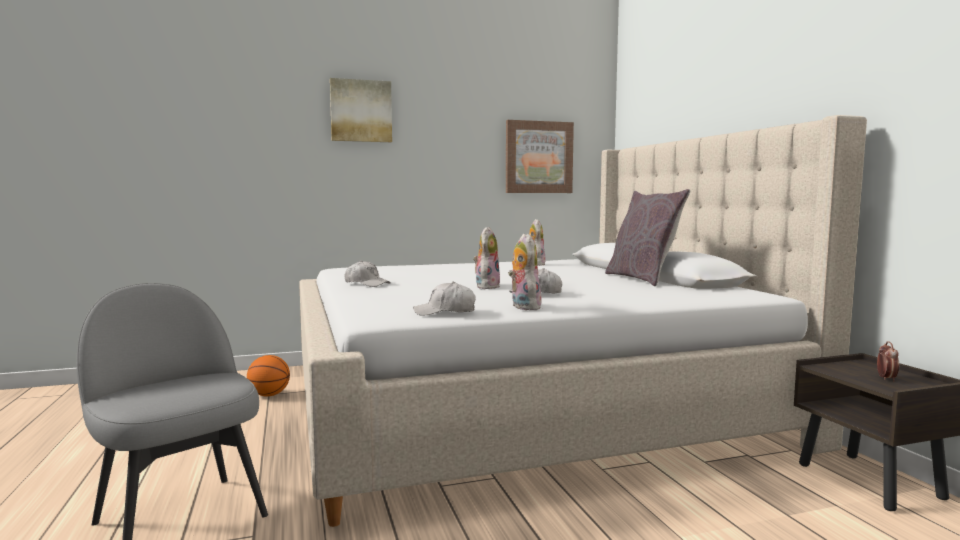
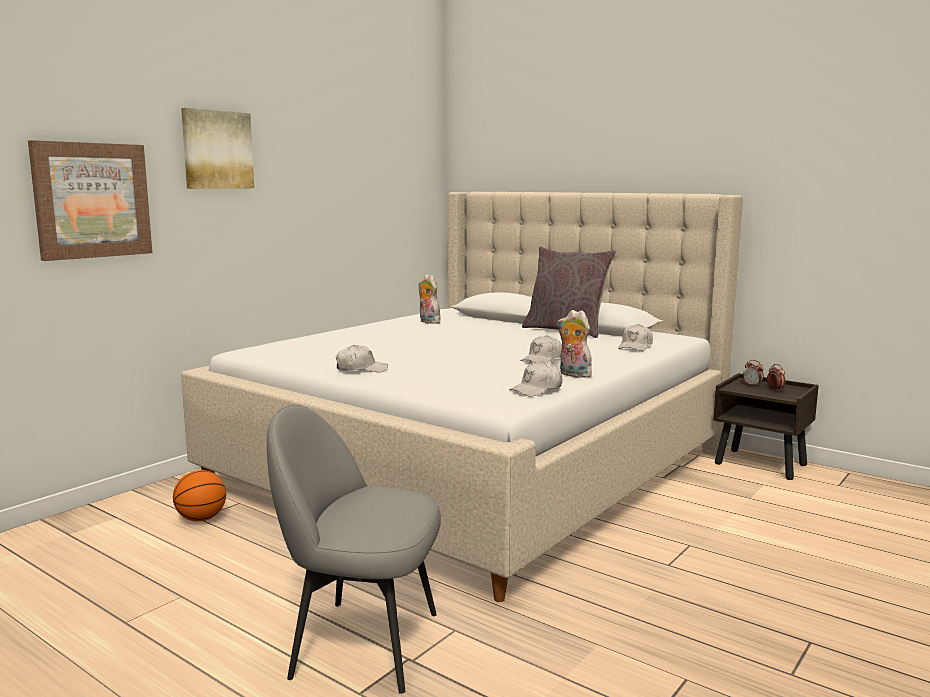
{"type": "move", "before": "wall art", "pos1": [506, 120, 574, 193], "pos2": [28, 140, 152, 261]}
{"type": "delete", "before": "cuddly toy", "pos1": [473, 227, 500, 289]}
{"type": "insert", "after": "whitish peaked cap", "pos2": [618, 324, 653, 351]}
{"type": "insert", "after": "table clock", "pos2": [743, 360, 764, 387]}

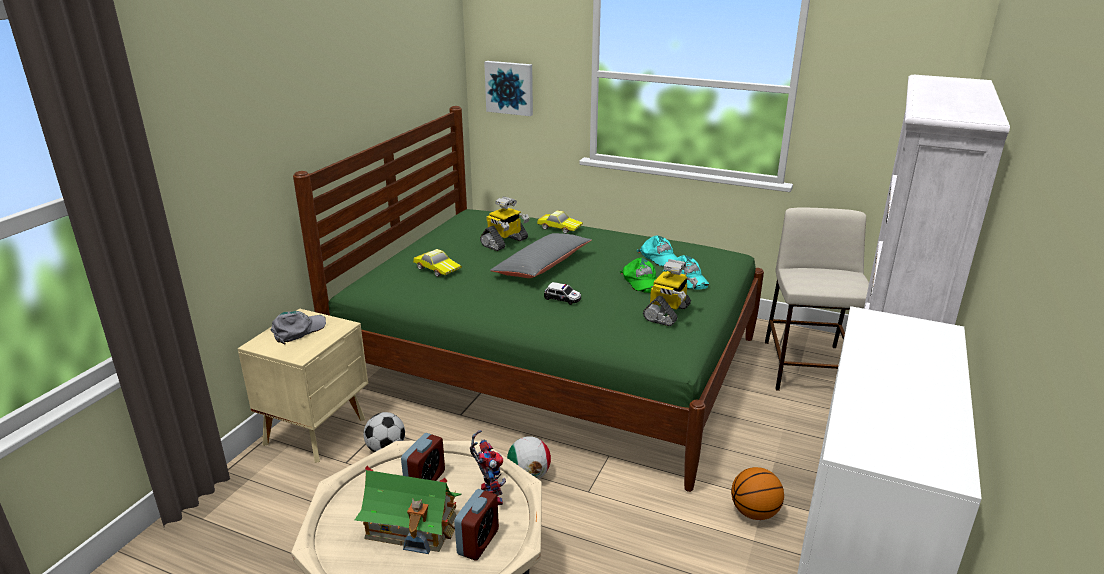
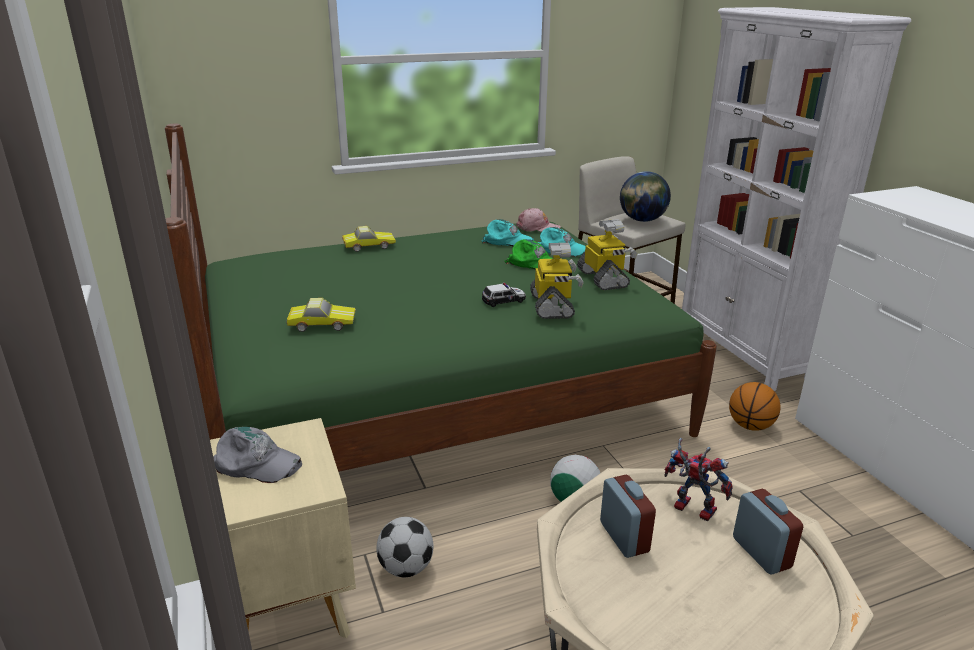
{"type": "delete", "before": "wall art", "pos1": [484, 61, 533, 116]}
{"type": "move", "before": "toy robot", "pos1": [480, 197, 529, 251], "pos2": [530, 243, 584, 319]}
{"type": "delete", "before": "greyish pillow", "pos1": [490, 233, 592, 278]}
{"type": "rotate", "before": "greyish peaked cap", "pos1": [271, 311, 326, 344], "pos2": [213, 427, 302, 483], "turn": 105}
{"type": "delete", "before": "toy house", "pos1": [354, 465, 462, 554]}
{"type": "insert", "after": "desk globe", "pos2": [620, 171, 671, 222]}
{"type": "insert", "after": "pinkish peaked cap", "pos2": [516, 208, 561, 232]}

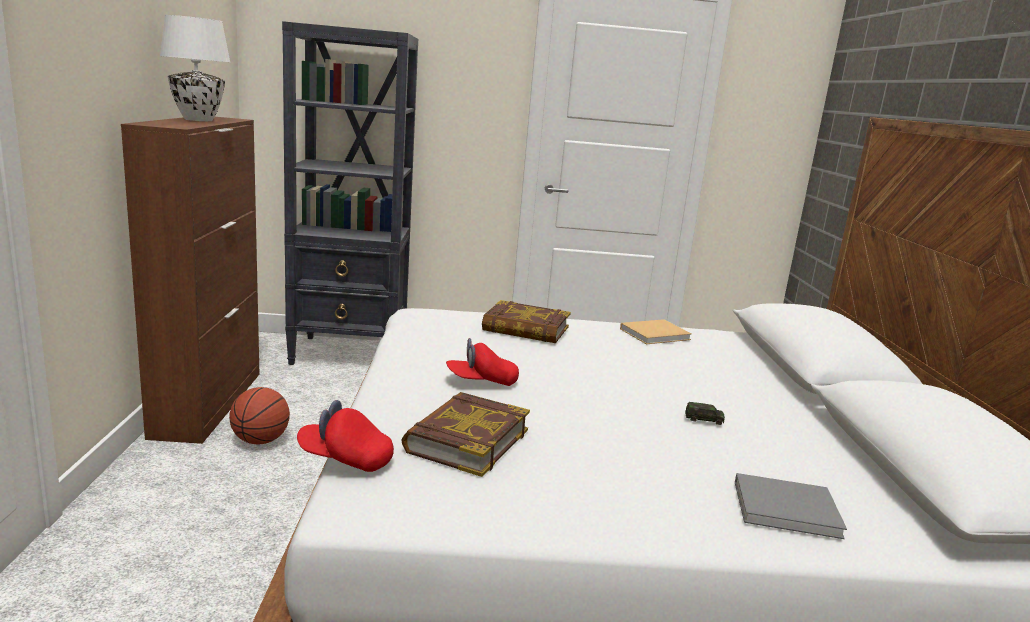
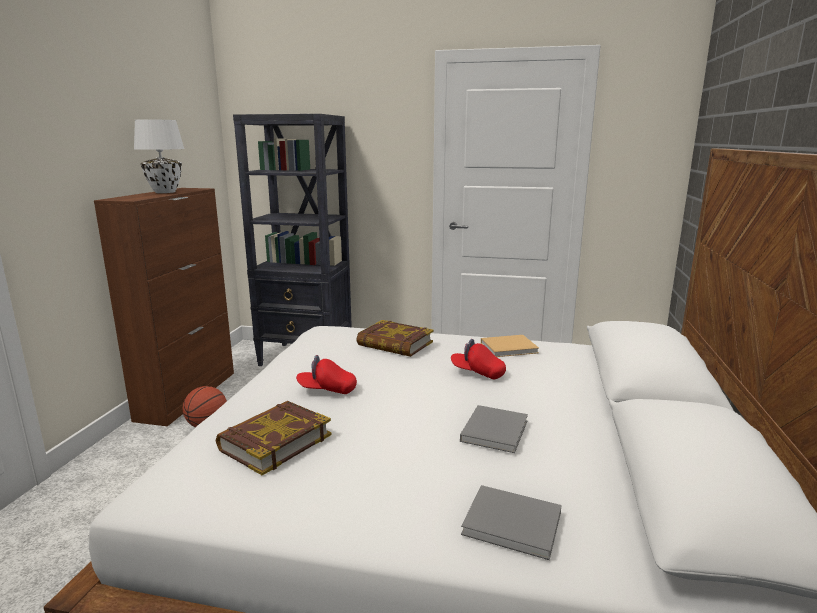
{"type": "move", "before": "red-coloured peaked cap", "pos1": [297, 400, 394, 472], "pos2": [451, 339, 506, 379]}
{"type": "replace", "before": "toy car", "after": "greyish book", "pos1": [685, 402, 725, 425], "pos2": [460, 405, 528, 453]}

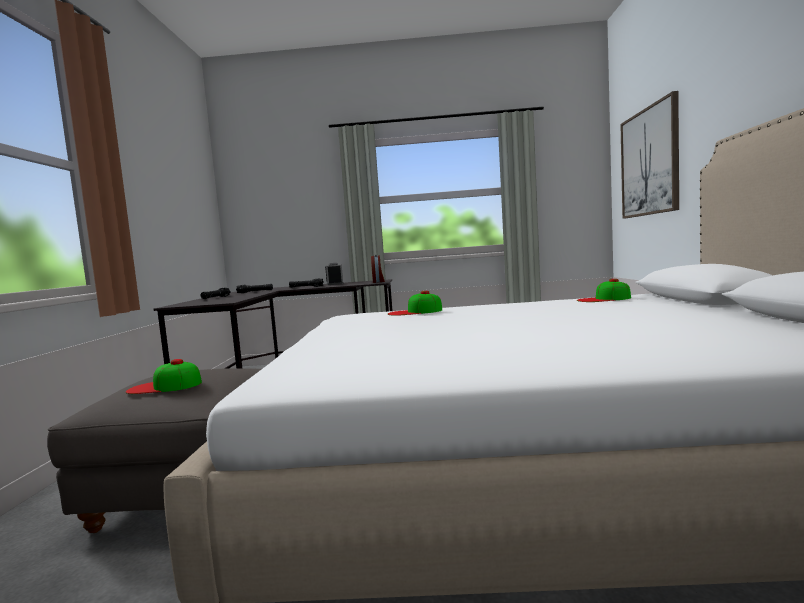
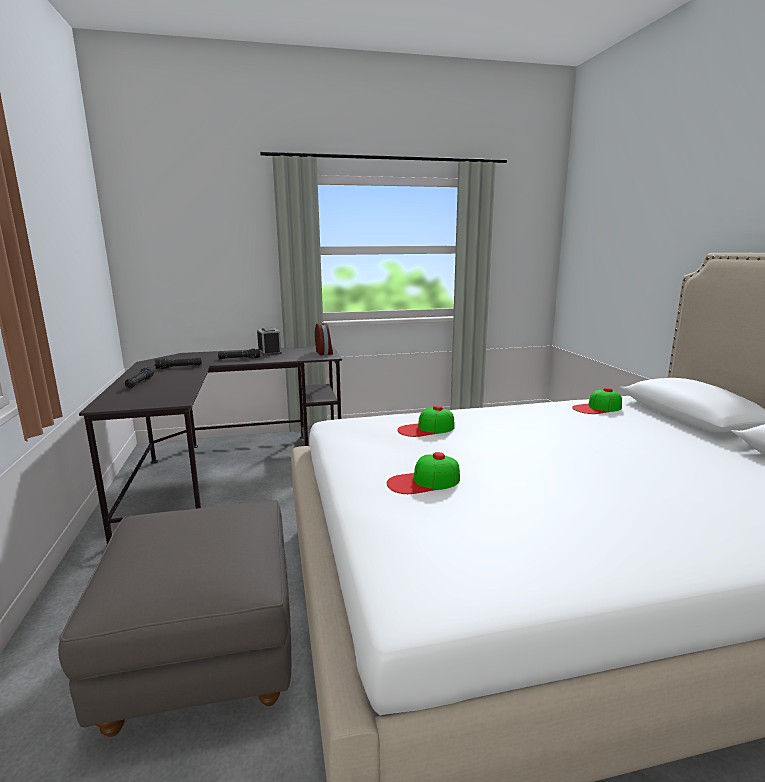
{"type": "delete", "before": "wall art", "pos1": [620, 91, 679, 219]}
{"type": "move", "before": "peaked cap", "pos1": [126, 359, 202, 394], "pos2": [387, 452, 460, 494]}

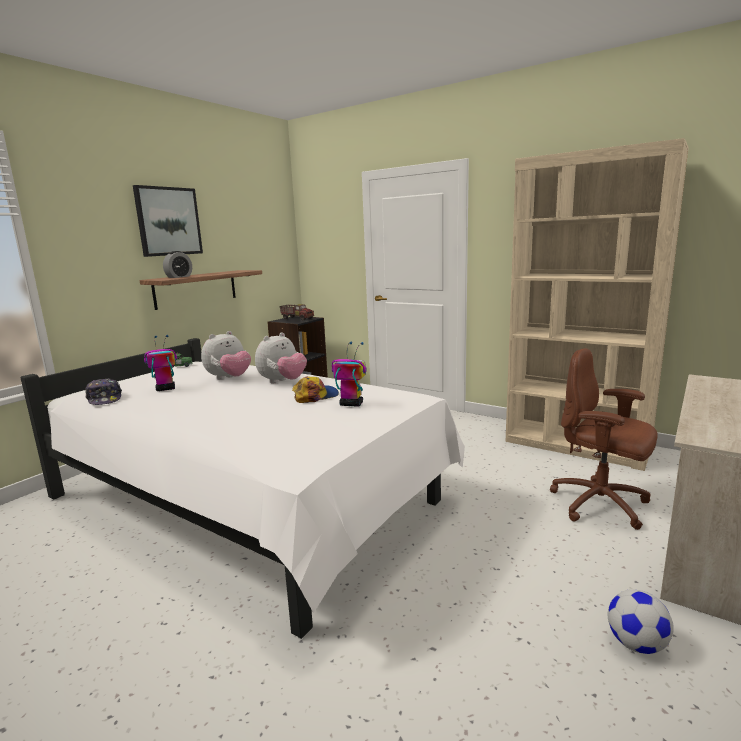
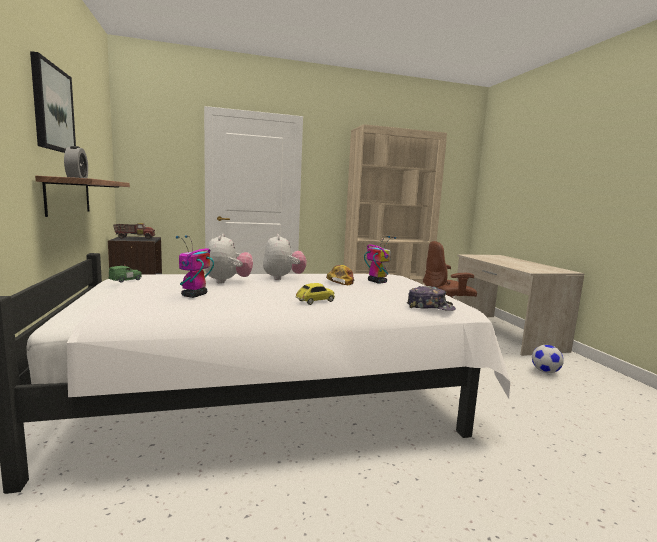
{"type": "rotate", "before": "toy robot", "pos1": [332, 342, 367, 407], "pos2": [364, 236, 396, 284], "turn": 90}
{"type": "move", "before": "peaked cap", "pos1": [85, 378, 122, 405], "pos2": [407, 286, 456, 311]}
{"type": "insert", "after": "toy car", "pos2": [295, 283, 335, 305]}

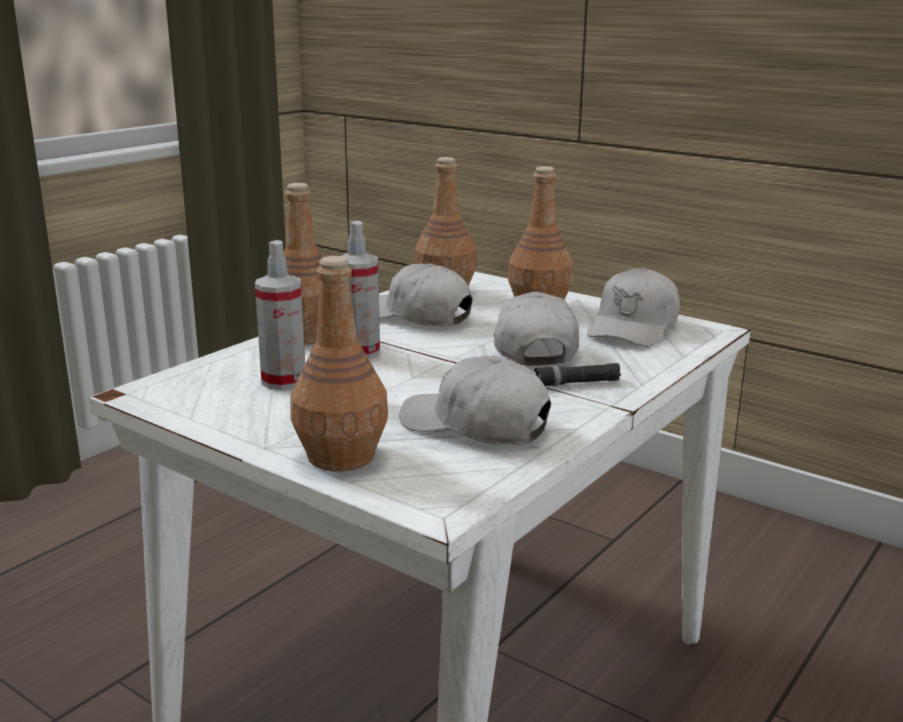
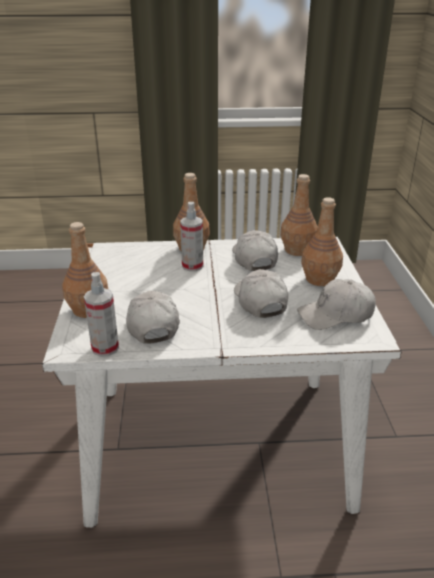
{"type": "move", "before": "spray bottle", "pos1": [255, 240, 305, 390], "pos2": [84, 272, 119, 357]}
{"type": "rotate", "before": "whitish peaked cap", "pos1": [494, 292, 579, 366], "pos2": [234, 269, 288, 318], "turn": -60}
{"type": "delete", "before": "blackish hand torch", "pos1": [534, 363, 621, 386]}

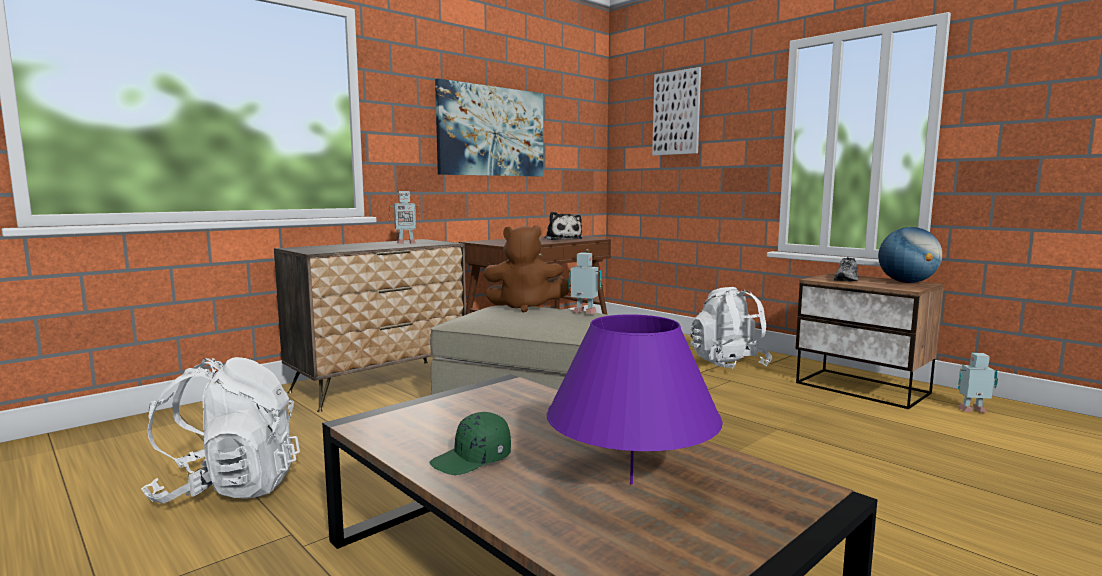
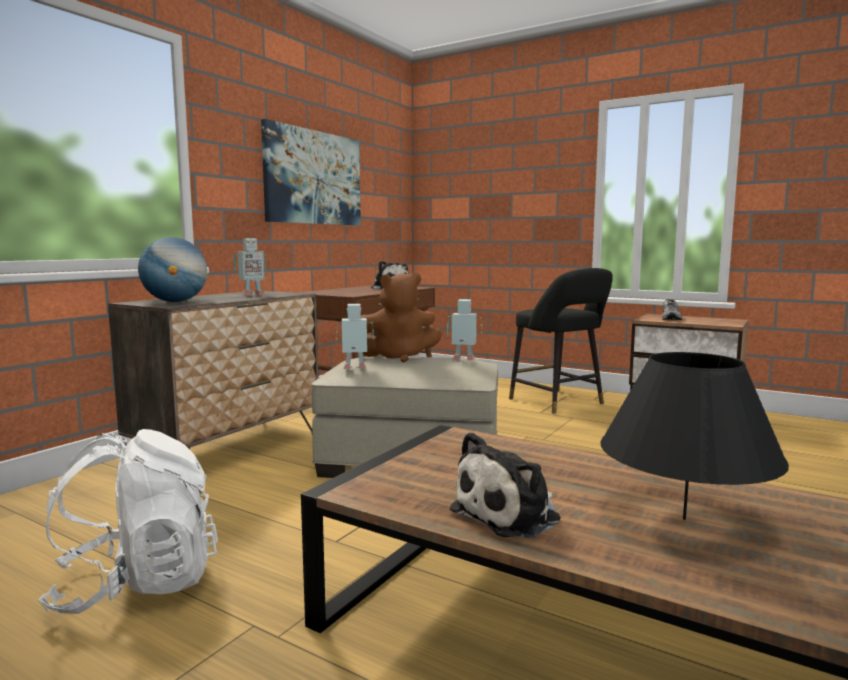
{"type": "delete", "before": "wall art", "pos1": [652, 67, 701, 156]}
{"type": "move", "before": "desk globe", "pos1": [878, 227, 942, 283], "pos2": [138, 237, 207, 302]}
{"type": "replace", "before": "whitish knapsack", "after": "blackish stool seat", "pos1": [690, 287, 772, 369], "pos2": [509, 268, 613, 414]}
{"type": "recolor", "before": "purplish tabletop lamp", "after": "blackish tabletop lamp", "pos1": [547, 314, 723, 485], "pos2": [600, 352, 789, 520]}
{"type": "move", "before": "toy robot", "pos1": [958, 353, 998, 413], "pos2": [336, 304, 374, 369]}
{"type": "replace", "before": "green peaked cap", "after": "cuddly toy", "pos1": [430, 412, 511, 475], "pos2": [449, 432, 561, 538]}

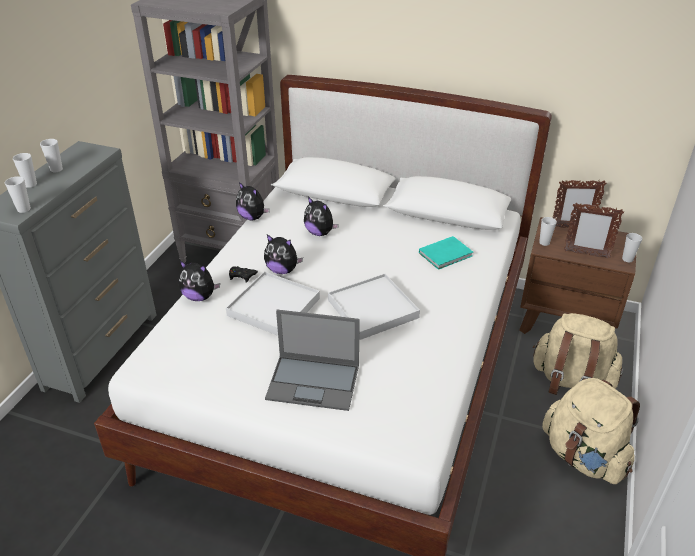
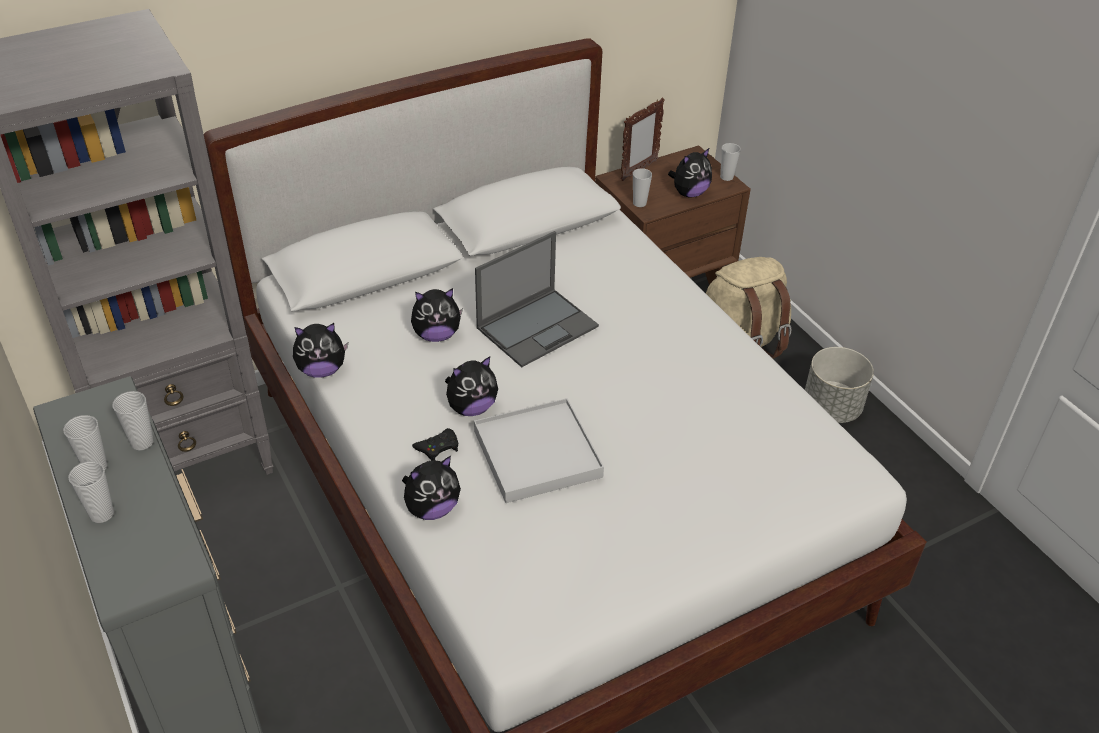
{"type": "move", "before": "drinking cup", "pos1": [5, 176, 31, 213], "pos2": [112, 391, 154, 450]}
{"type": "replace", "before": "picture frame", "after": "cuddly toy", "pos1": [564, 203, 624, 259], "pos2": [668, 148, 712, 198]}
{"type": "delete", "before": "turquoise-coloured book", "pos1": [419, 236, 473, 270]}
{"type": "delete", "before": "whitish tray", "pos1": [328, 274, 420, 340]}
{"type": "move", "before": "notebook computer", "pos1": [265, 310, 360, 411], "pos2": [475, 231, 599, 367]}
{"type": "replace", "before": "sand-coloured knapsack", "after": "greyish plant pot", "pos1": [542, 378, 640, 484], "pos2": [805, 347, 874, 423]}

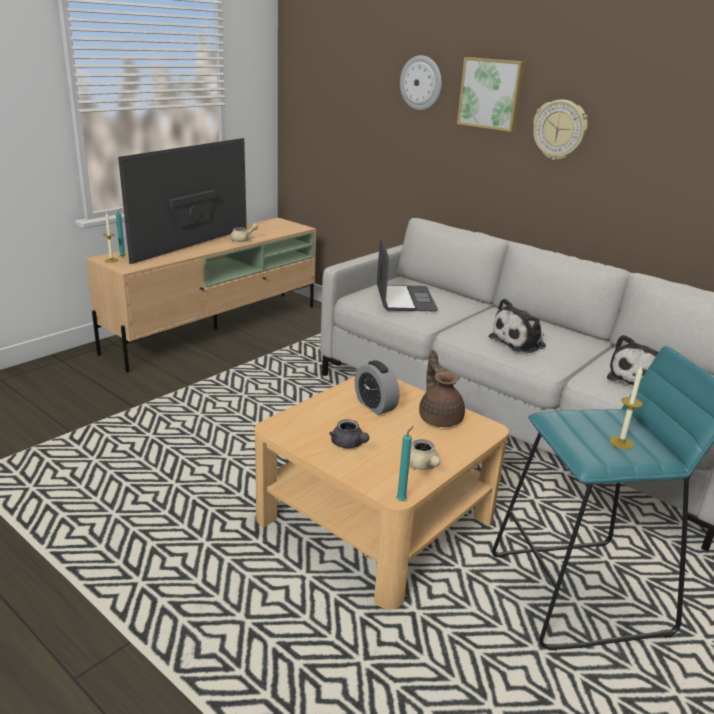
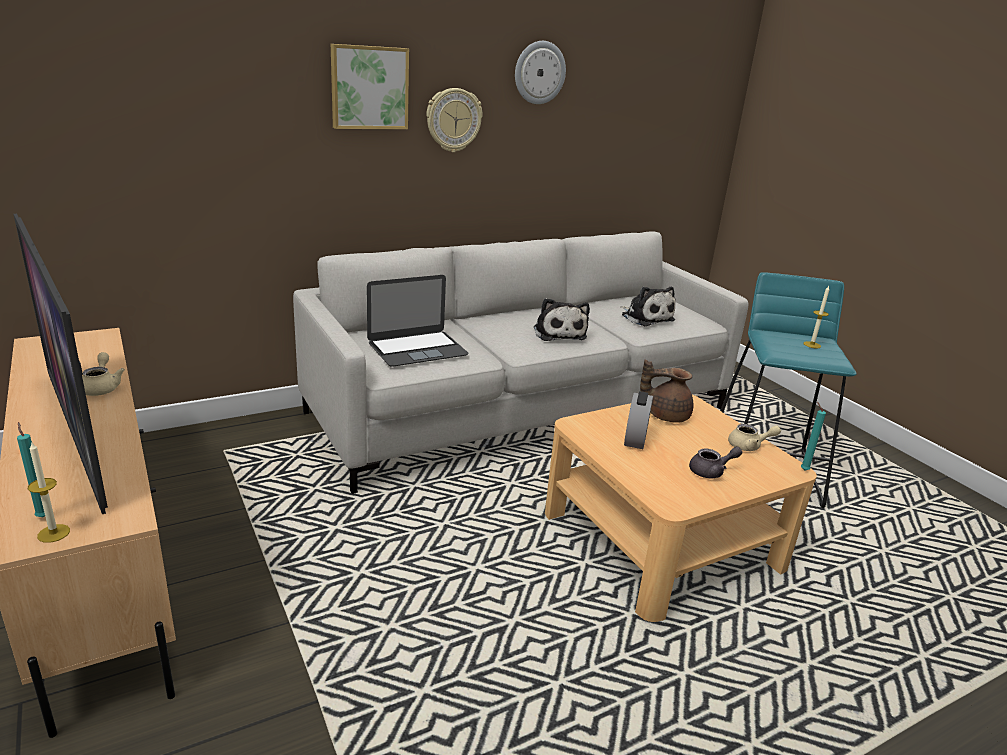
{"type": "move", "before": "clock on the wall", "pos1": [400, 55, 442, 110], "pos2": [515, 41, 566, 104]}
{"type": "rotate", "before": "notebook computer", "pos1": [377, 238, 438, 311], "pos2": [367, 275, 468, 367], "turn": 135}
{"type": "rotate", "before": "table clock", "pos1": [355, 360, 399, 415], "pos2": [624, 391, 653, 449], "turn": -60}

